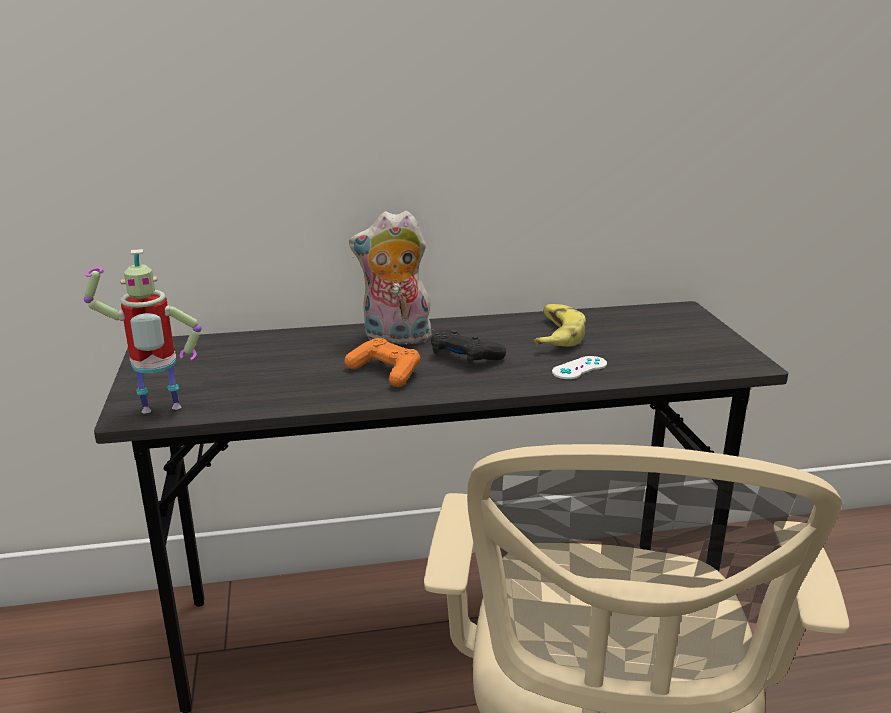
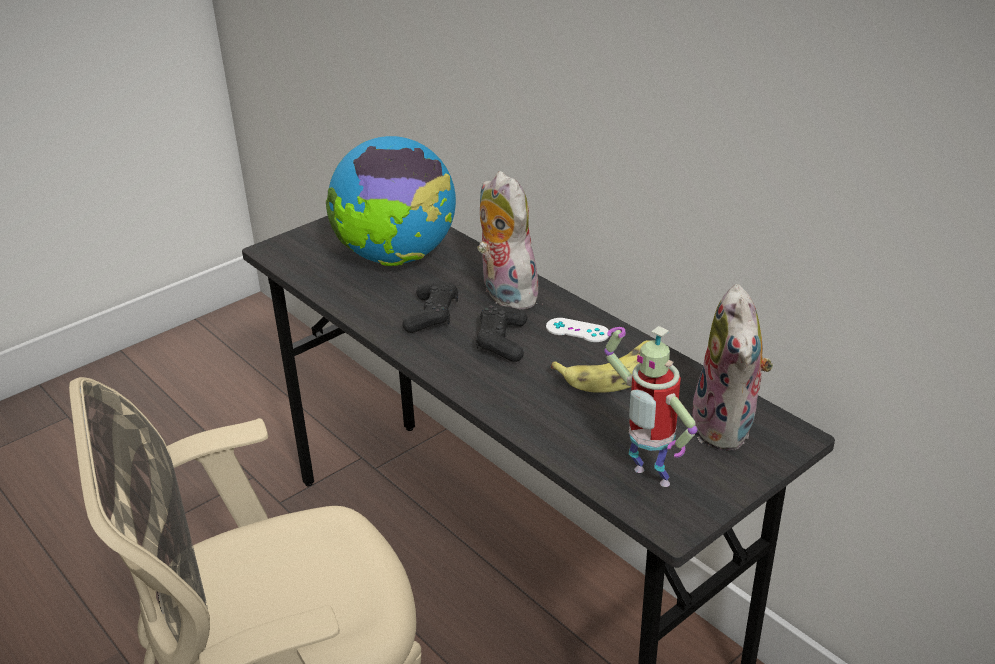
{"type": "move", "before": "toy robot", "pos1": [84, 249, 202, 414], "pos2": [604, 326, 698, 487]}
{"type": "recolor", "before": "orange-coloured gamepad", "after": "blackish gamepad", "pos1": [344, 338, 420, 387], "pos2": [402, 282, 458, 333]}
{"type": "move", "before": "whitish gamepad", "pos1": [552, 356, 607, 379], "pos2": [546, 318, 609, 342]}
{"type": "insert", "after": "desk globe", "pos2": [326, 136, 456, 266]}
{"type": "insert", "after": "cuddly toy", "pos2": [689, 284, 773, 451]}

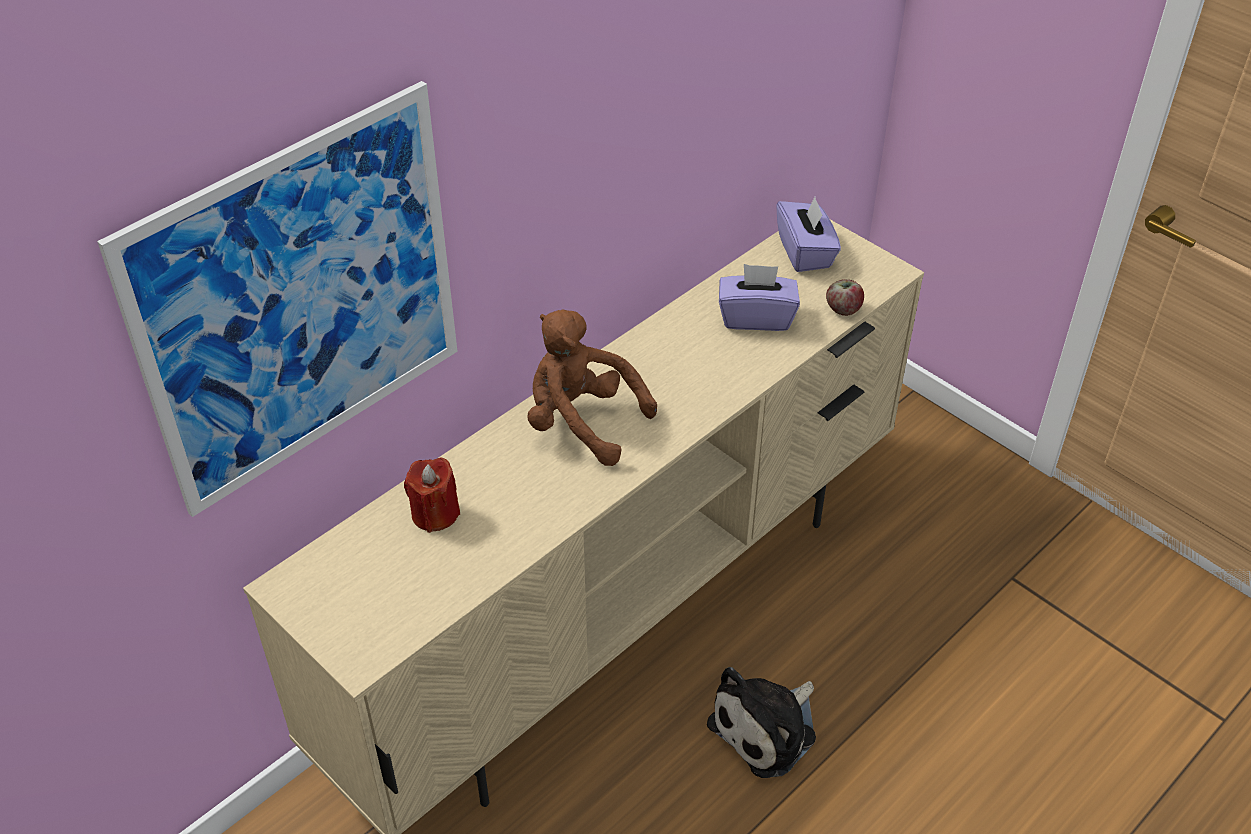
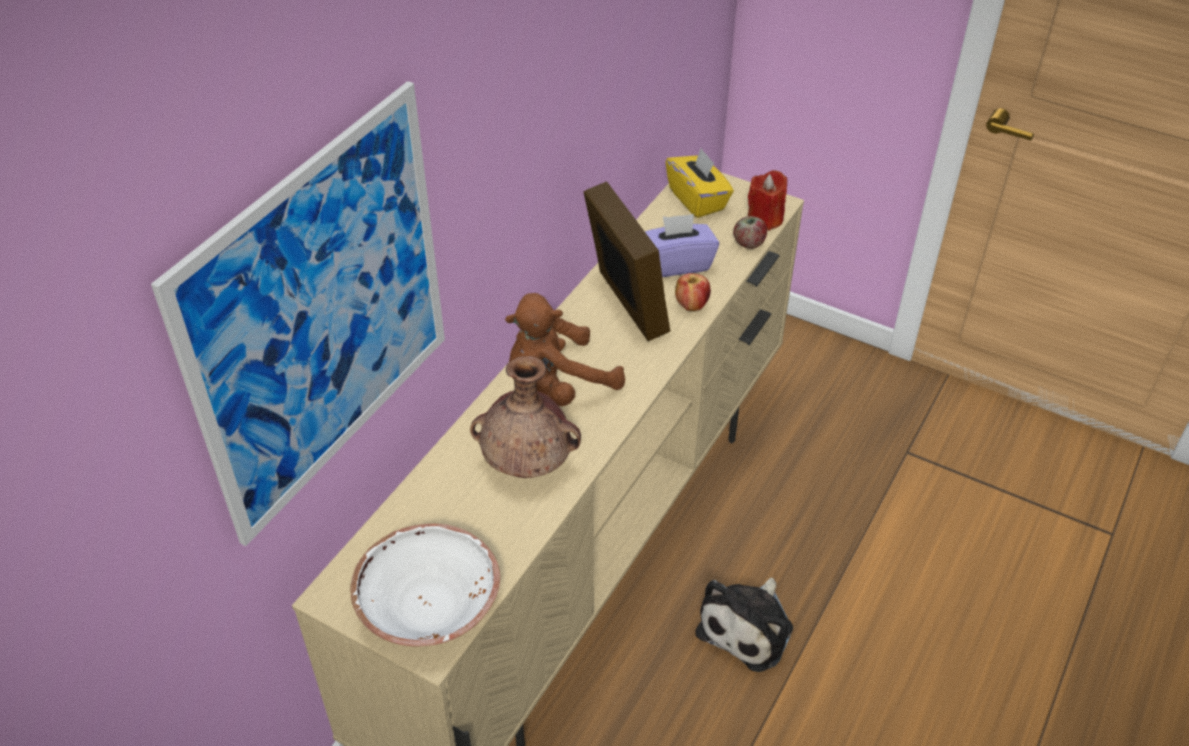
{"type": "recolor", "before": "purplish tissue box", "after": "yellowish tissue box", "pos1": [776, 197, 841, 272], "pos2": [666, 148, 734, 218]}
{"type": "rotate", "before": "brownish cuddly toy", "pos1": [528, 309, 657, 466], "pos2": [505, 293, 625, 406], "turn": -45}
{"type": "move", "before": "red-coloured wax candle", "pos1": [404, 458, 460, 533], "pos2": [748, 170, 787, 231]}
{"type": "insert", "after": "picture frame", "pos2": [583, 182, 671, 341]}
{"type": "insert", "after": "apple fruit", "pos2": [675, 273, 711, 311]}
{"type": "insert", "after": "brownish flower vase", "pos2": [470, 356, 581, 478]}
{"type": "insert", "after": "whitish deep dish", "pos2": [350, 524, 500, 646]}

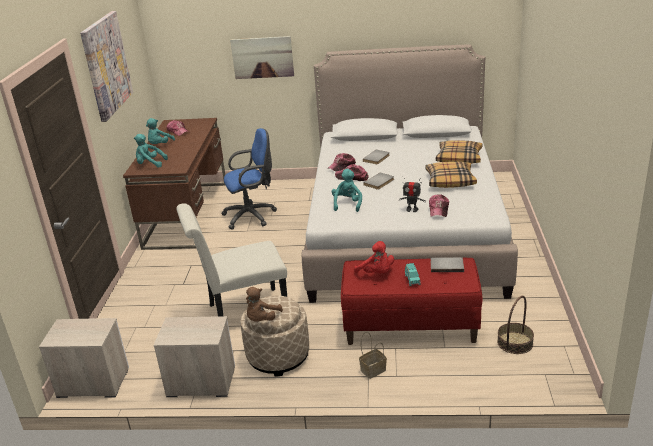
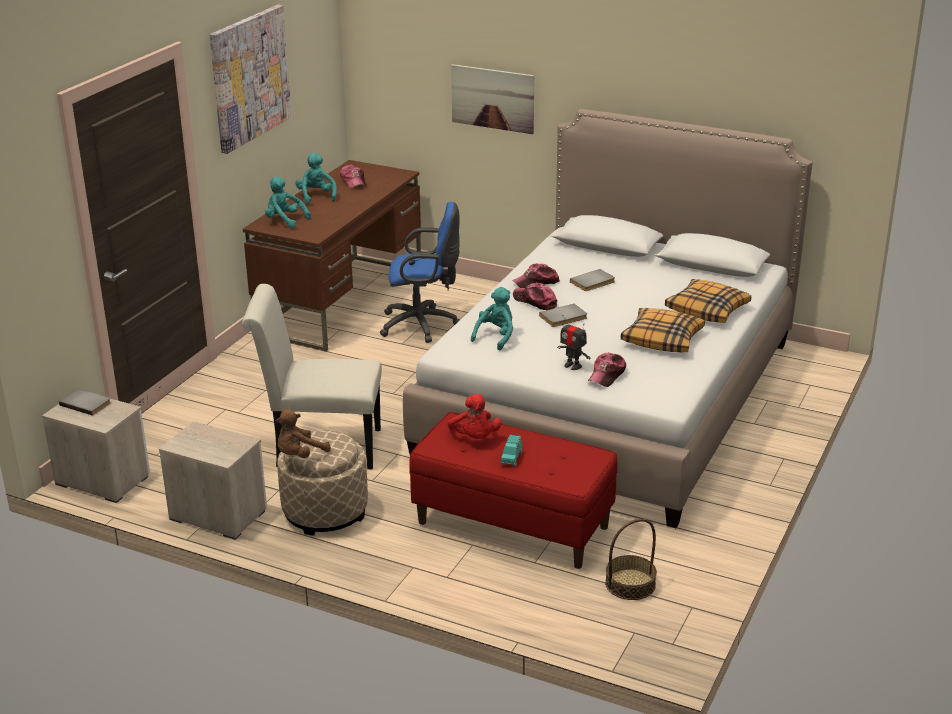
{"type": "rotate", "before": "turquoise-coloured cuddly toy", "pos1": [146, 118, 175, 144], "pos2": [295, 153, 337, 204], "turn": 120}
{"type": "move", "before": "greyish book", "pos1": [431, 257, 464, 272], "pos2": [59, 389, 111, 416]}
{"type": "delete", "before": "storage basket", "pos1": [359, 332, 387, 379]}

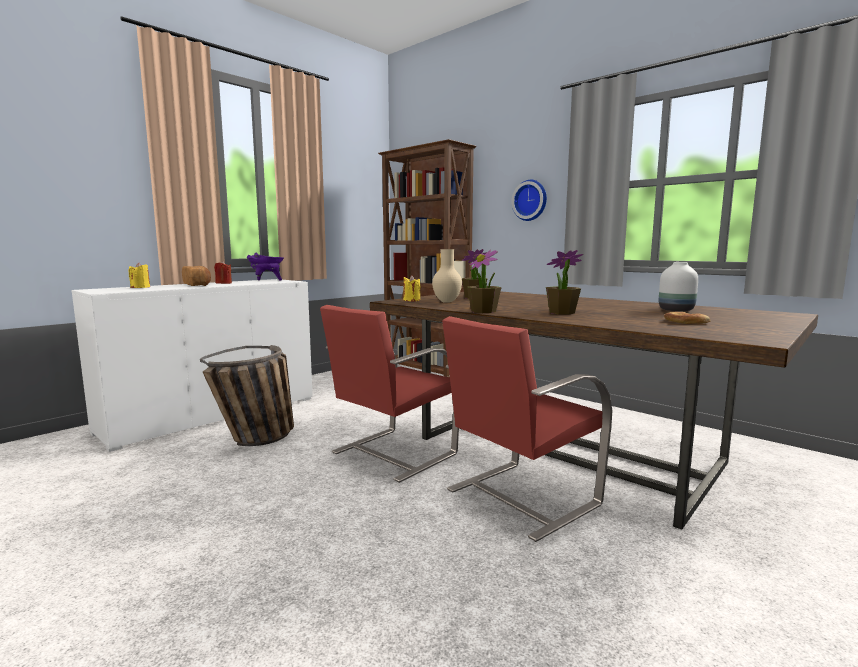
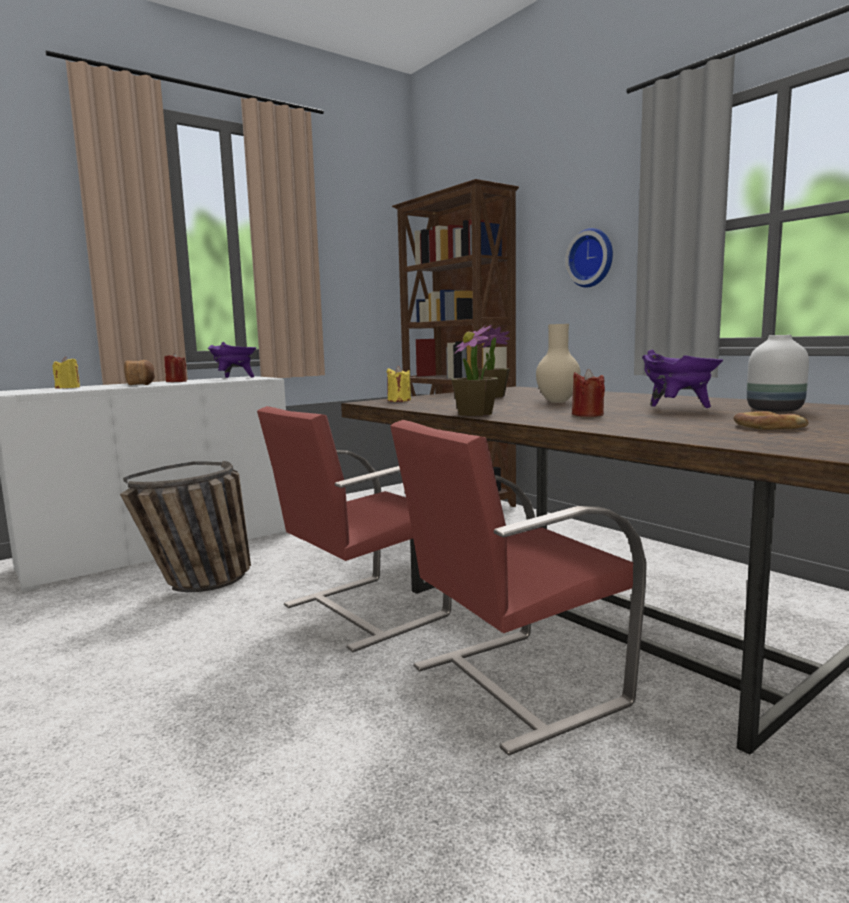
{"type": "move", "before": "sand-coloured flower vase", "pos1": [432, 249, 462, 303], "pos2": [536, 324, 581, 403]}
{"type": "replace", "before": "potted plant", "after": "red-coloured wax candle", "pos1": [546, 250, 583, 314], "pos2": [572, 369, 605, 417]}
{"type": "insert", "after": "purplish stockpot", "pos2": [642, 350, 723, 408]}

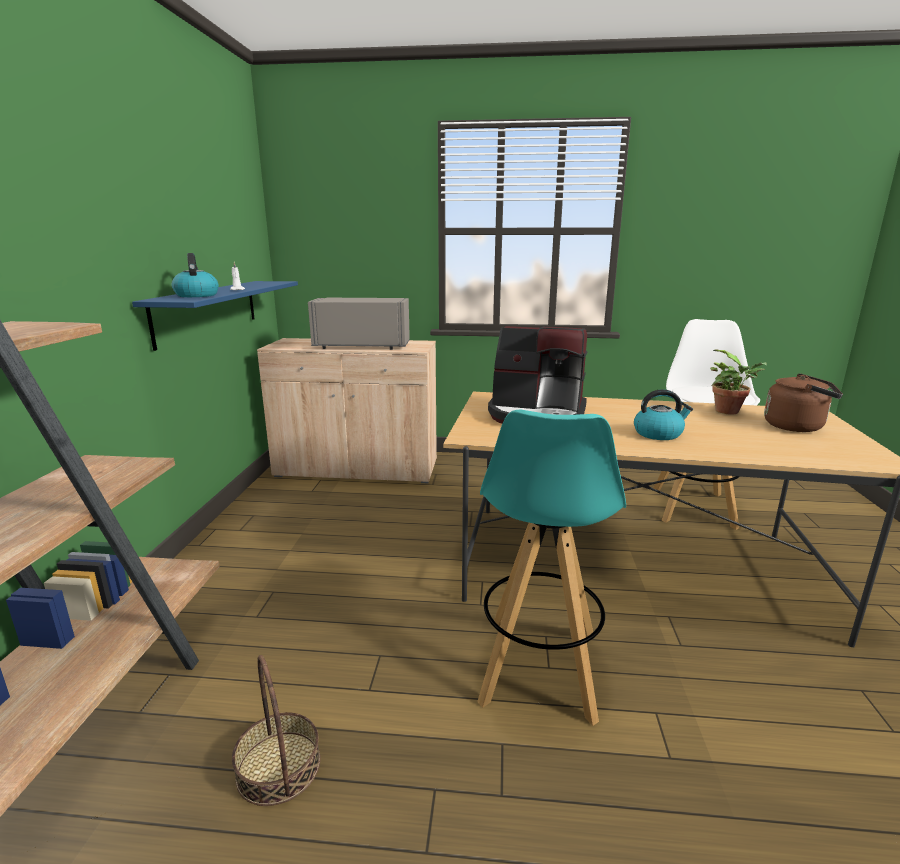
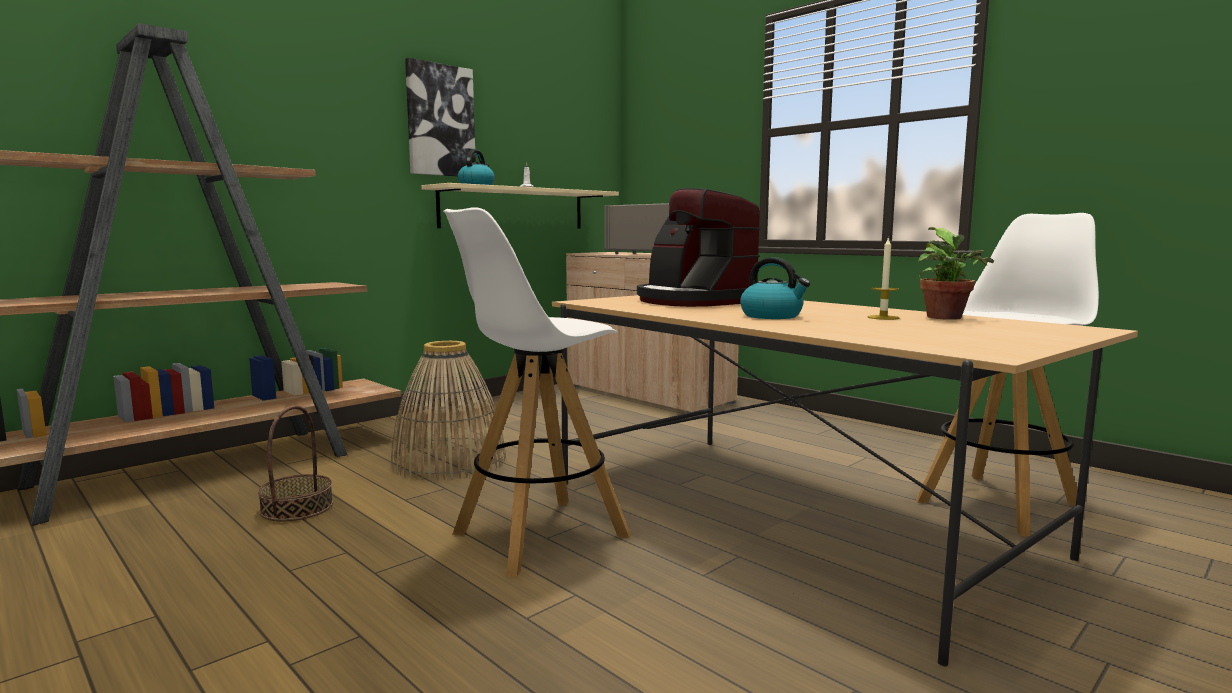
{"type": "recolor", "before": "blue-coloured wall shelf", "after": "sand-coloured wall shelf", "pos1": [132, 281, 298, 351], "pos2": [421, 183, 619, 229]}
{"type": "delete", "before": "brownish tea kettle", "pos1": [764, 373, 843, 432]}
{"type": "recolor", "before": "turquoise-coloured stool seat", "after": "whitish stool seat", "pos1": [477, 410, 626, 726], "pos2": [443, 207, 631, 577]}
{"type": "insert", "after": "wall art", "pos2": [405, 58, 476, 176]}
{"type": "insert", "after": "wax candle", "pos2": [868, 237, 899, 320]}
{"type": "insert", "after": "storage basket", "pos2": [391, 340, 506, 480]}

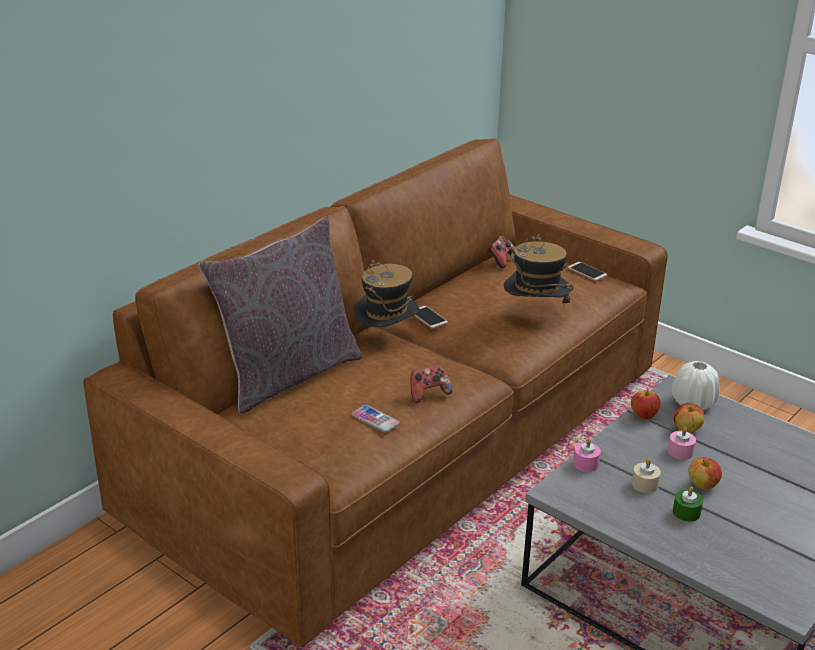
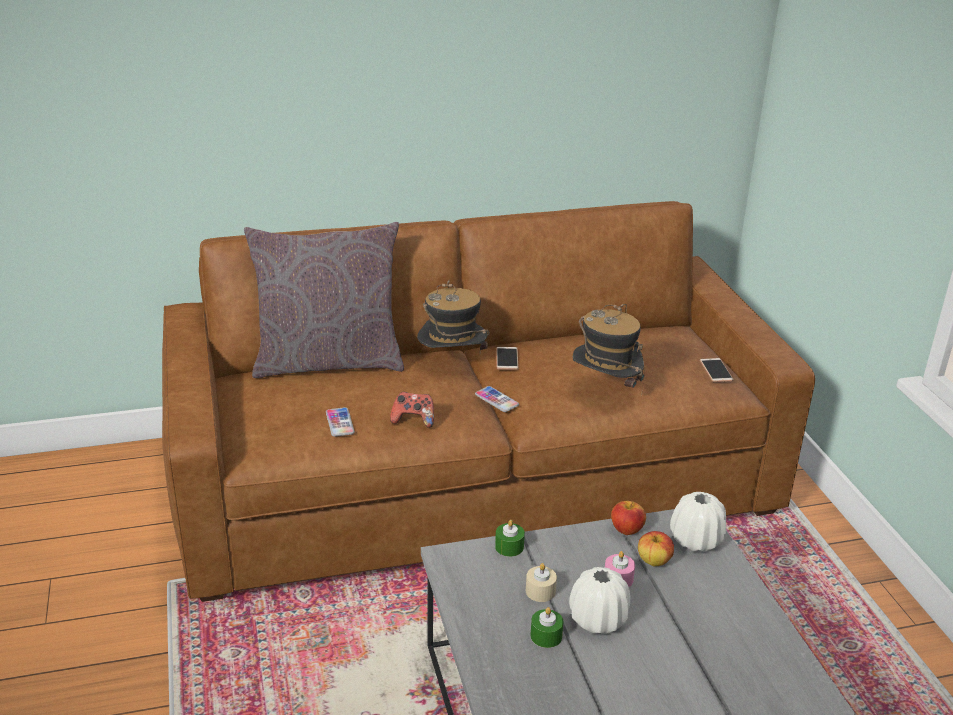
{"type": "delete", "before": "gamepad", "pos1": [488, 236, 515, 268]}
{"type": "recolor", "before": "pinkish wax candle", "after": "green wax candle", "pos1": [573, 438, 601, 472], "pos2": [495, 520, 525, 557]}
{"type": "replace", "before": "apple fruit", "after": "whitish flower vase", "pos1": [689, 458, 722, 489], "pos2": [569, 567, 630, 634]}
{"type": "insert", "after": "phone", "pos2": [475, 386, 519, 412]}

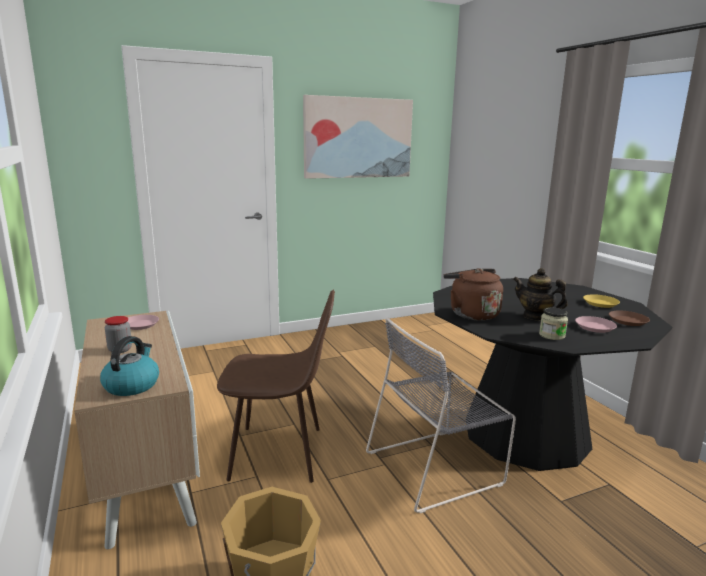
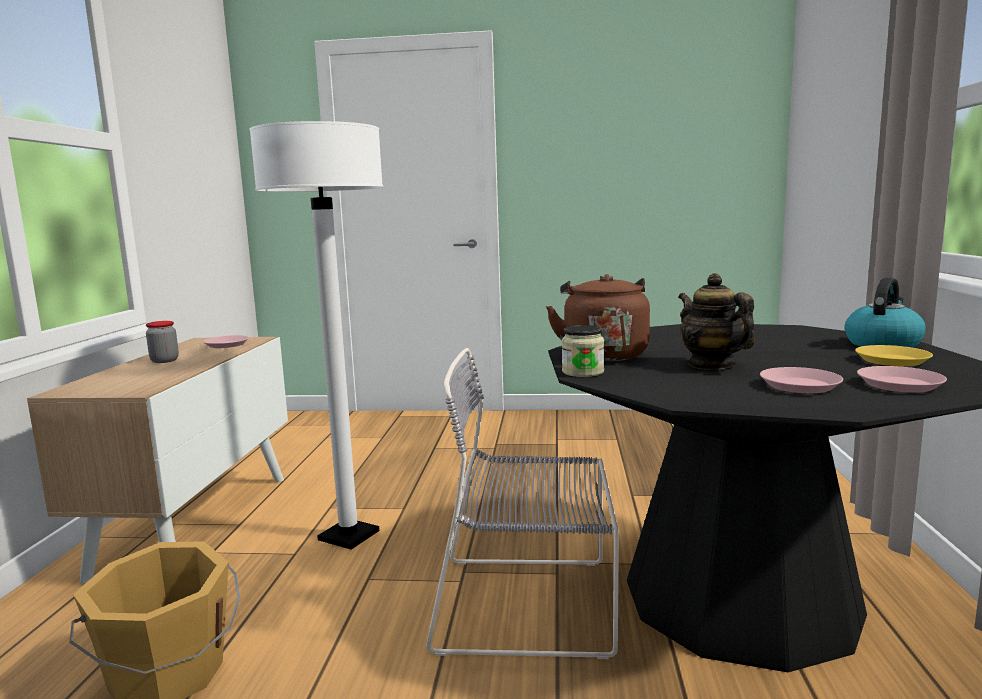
{"type": "delete", "before": "wall art", "pos1": [303, 95, 413, 179]}
{"type": "replace", "before": "brownish chair", "after": "whitish floor lamp", "pos1": [217, 289, 335, 483], "pos2": [249, 121, 383, 549]}
{"type": "move", "before": "preserve jar", "pos1": [539, 307, 568, 340], "pos2": [562, 325, 604, 377]}
{"type": "recolor", "before": "brownish flat dish", "after": "pinkish flat dish", "pos1": [609, 310, 650, 326], "pos2": [857, 366, 947, 393]}
{"type": "move", "before": "tea kettle", "pos1": [100, 336, 159, 396], "pos2": [845, 277, 926, 348]}

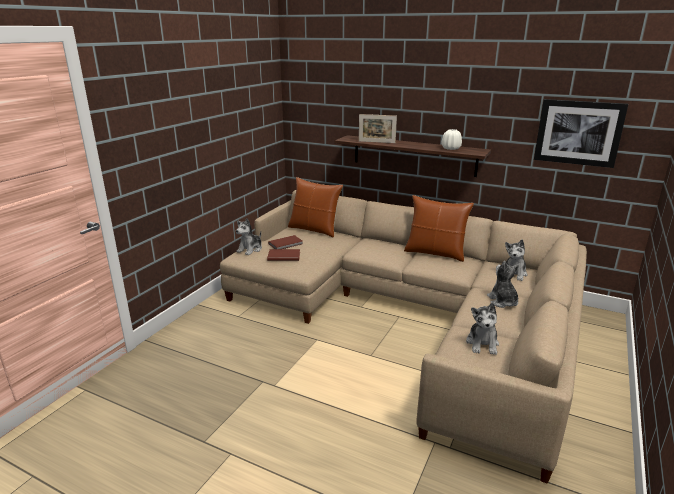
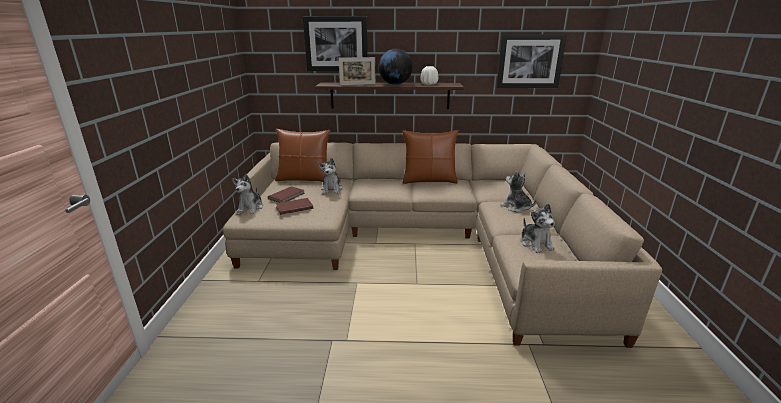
{"type": "move", "before": "cuddly toy", "pos1": [505, 239, 527, 281], "pos2": [318, 158, 343, 194]}
{"type": "insert", "after": "wall art", "pos2": [303, 16, 368, 71]}
{"type": "insert", "after": "desk globe", "pos2": [379, 49, 413, 85]}

